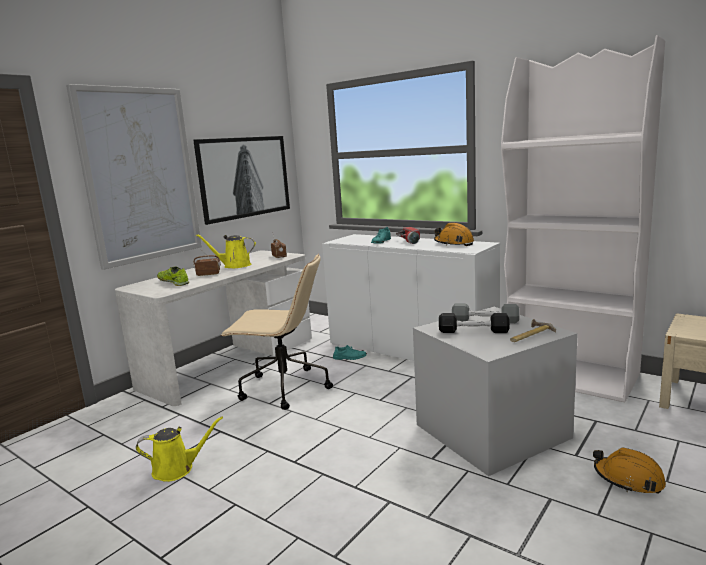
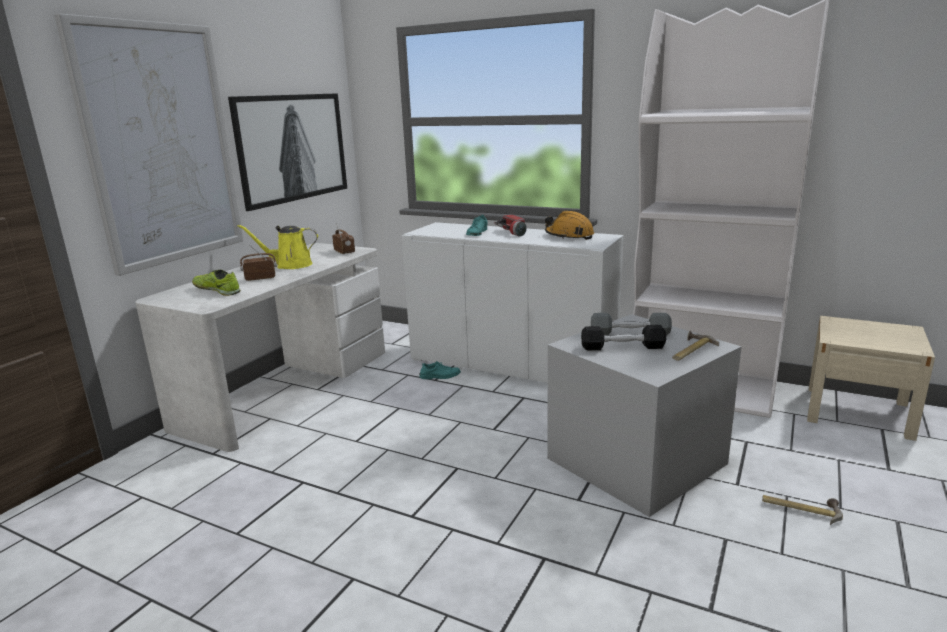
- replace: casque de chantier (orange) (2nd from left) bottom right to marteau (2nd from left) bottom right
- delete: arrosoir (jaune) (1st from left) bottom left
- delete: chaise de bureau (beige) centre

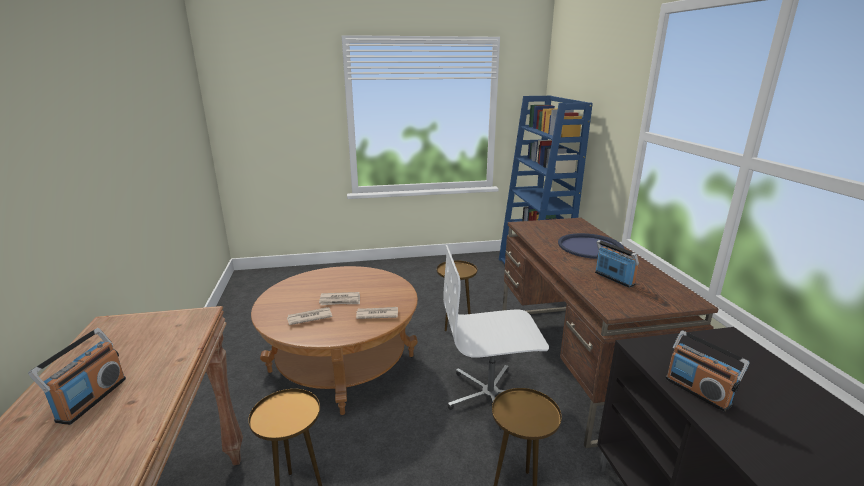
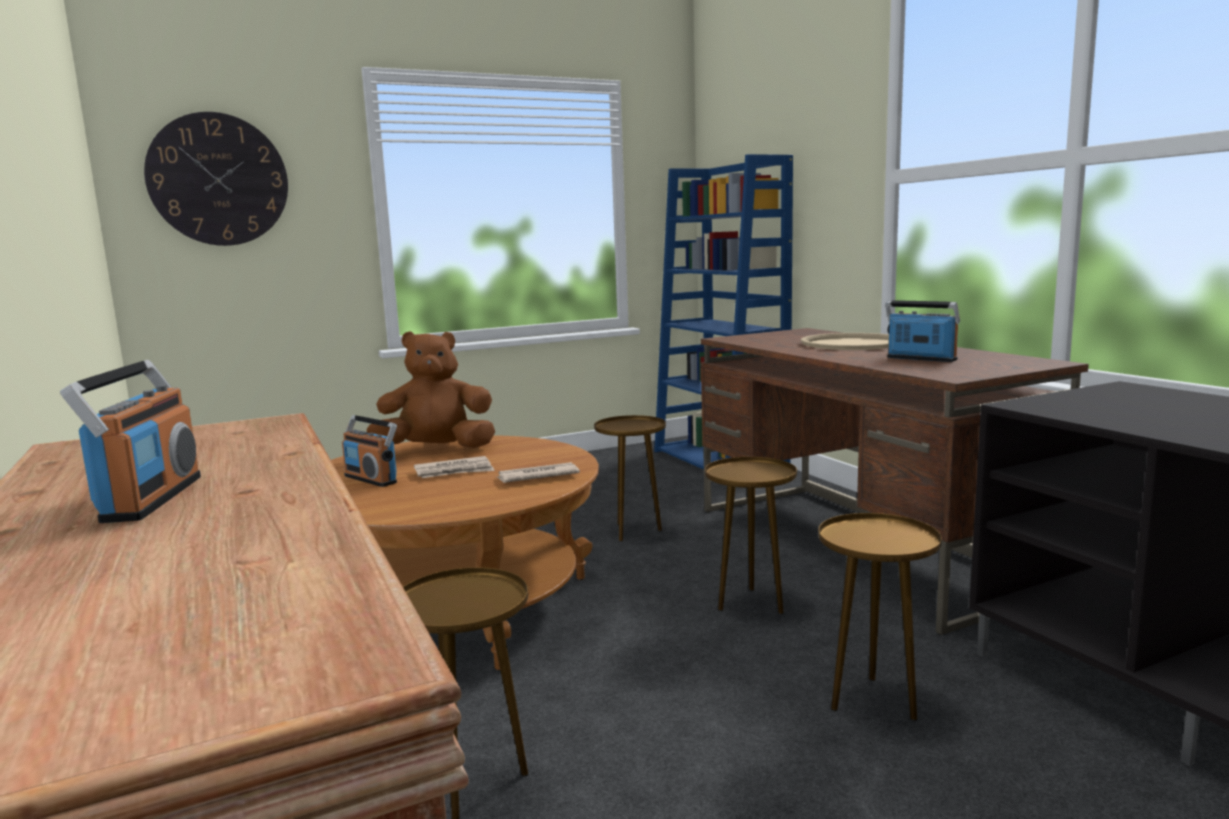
- insert: horloge murale top left
- move: radio (3rd from left in the first image) bottom right to radio (2nd from left) middle left
- insert: peluche (marron) centre
- replace: chaise de bureau (blanc) bottom centre to table d'appoint (marron) (3rd from left) centre
- recolor: plateau (bleu) middle right to plateau (beige) middle right
- delete: journal (1st from left) centre

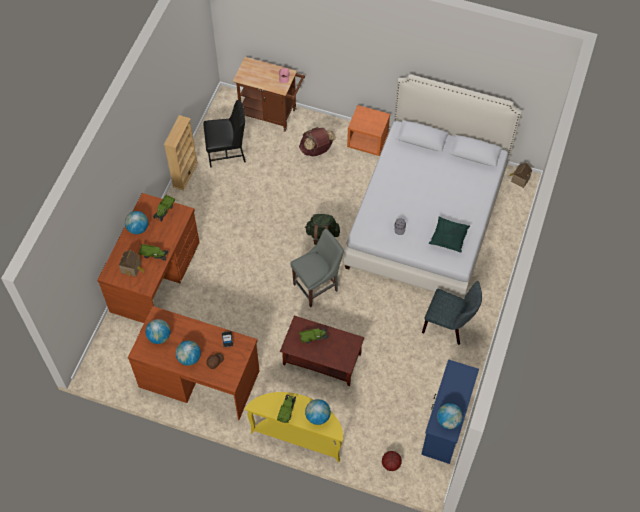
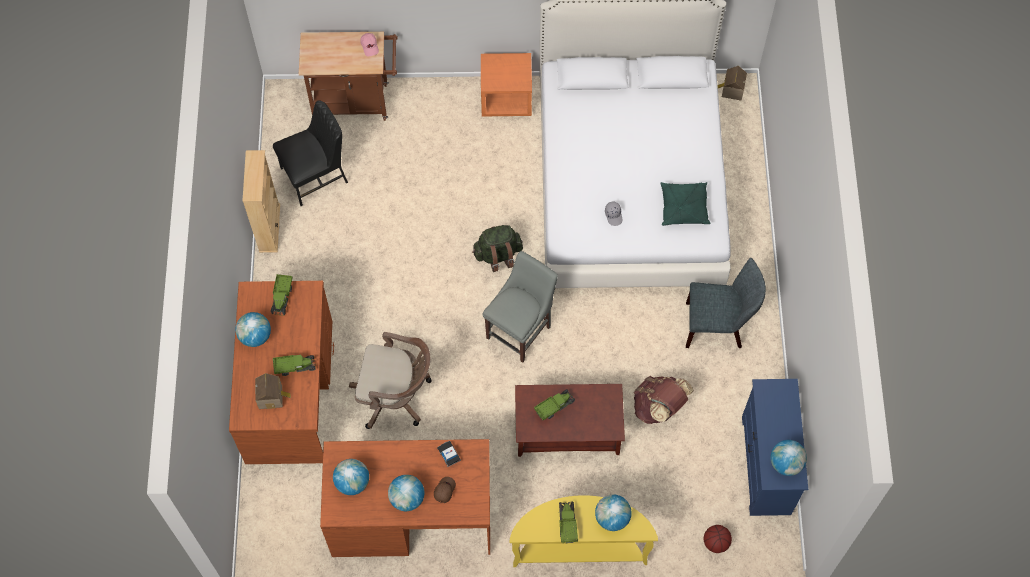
- insert: chaise de bureau (marron) centre
- move: sac à dos (marron) top centre to bottom centre

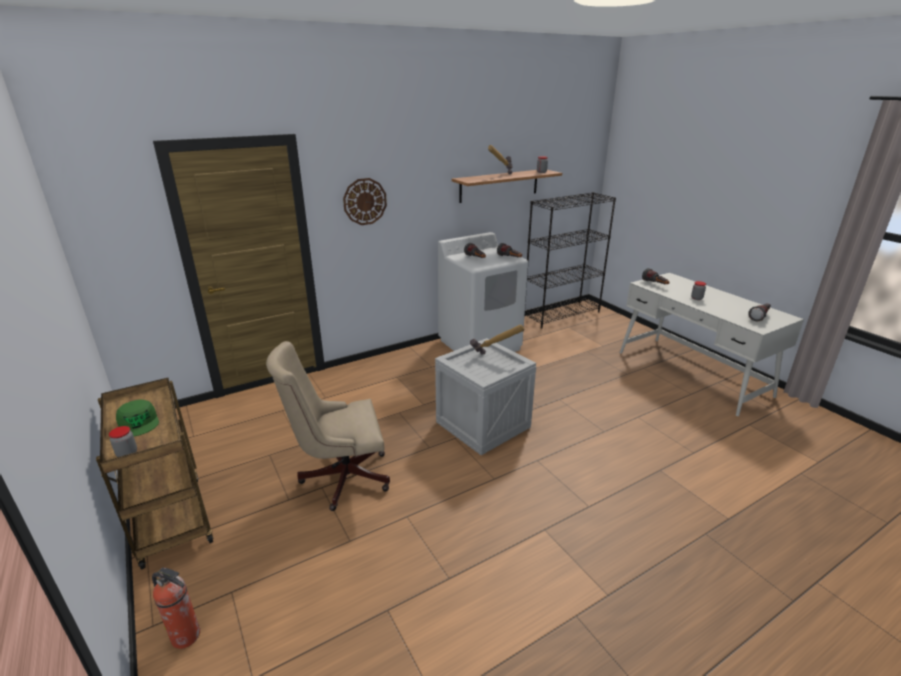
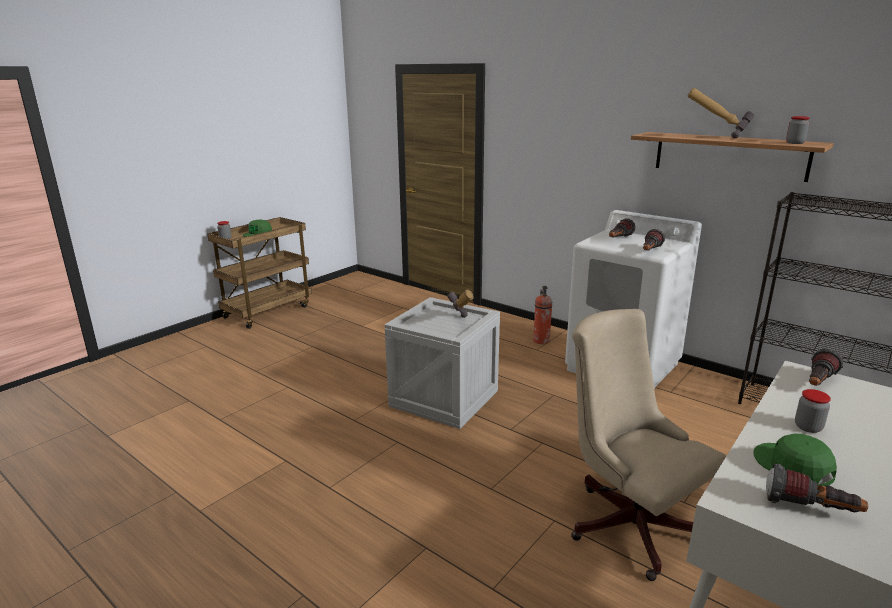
- move: extincteur bottom left to centre
- move: chaise de bureau (beige) centre to bottom right
- insert: casquette (vert) (2nd from left) bottom right
- delete: horloge murale top centre

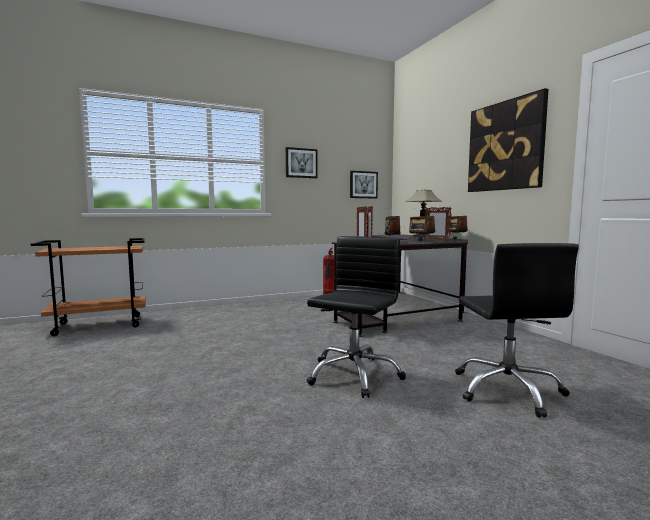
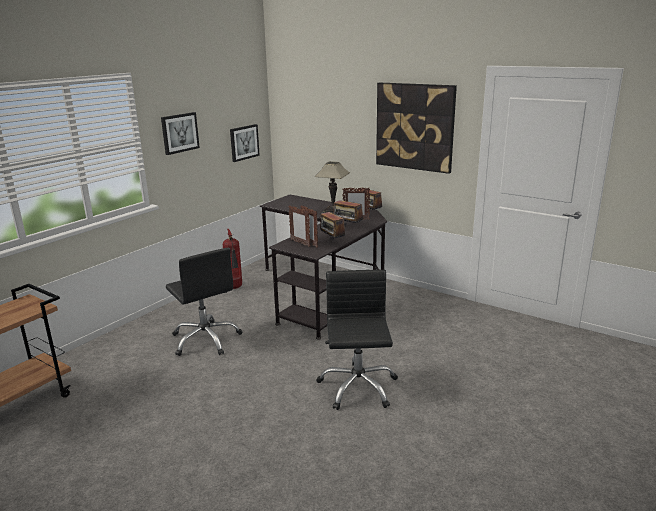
- move: chaise de bureau (noir) (2nd from left in the first image) middle right to chaise de bureau (noir) (1st from left) middle left

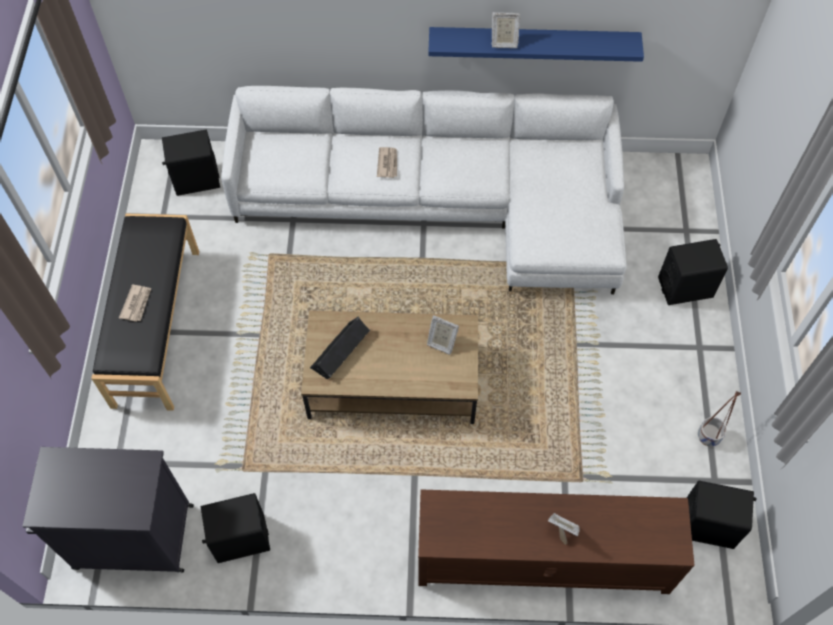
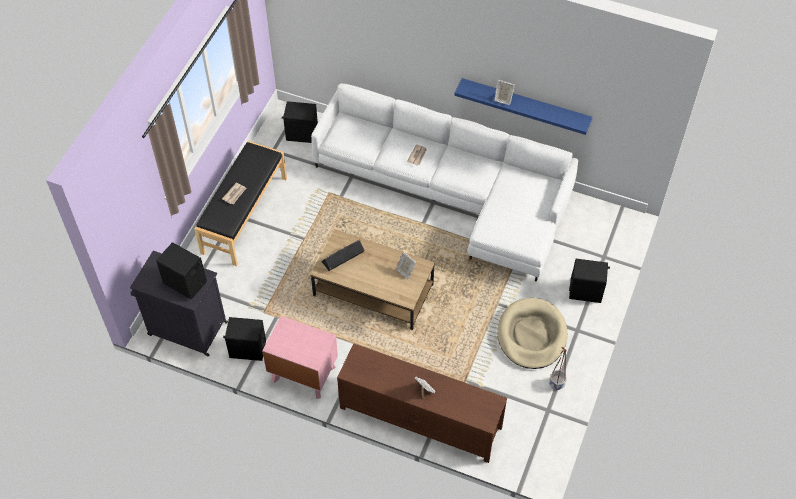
- move: enceinte (noir) (5th from left in the first image) bottom right to enceinte (noir) (1st from left) middle left
- insert: table de chevet (rose) bottom centre
- insert: panier pour chien (beige) bottom right

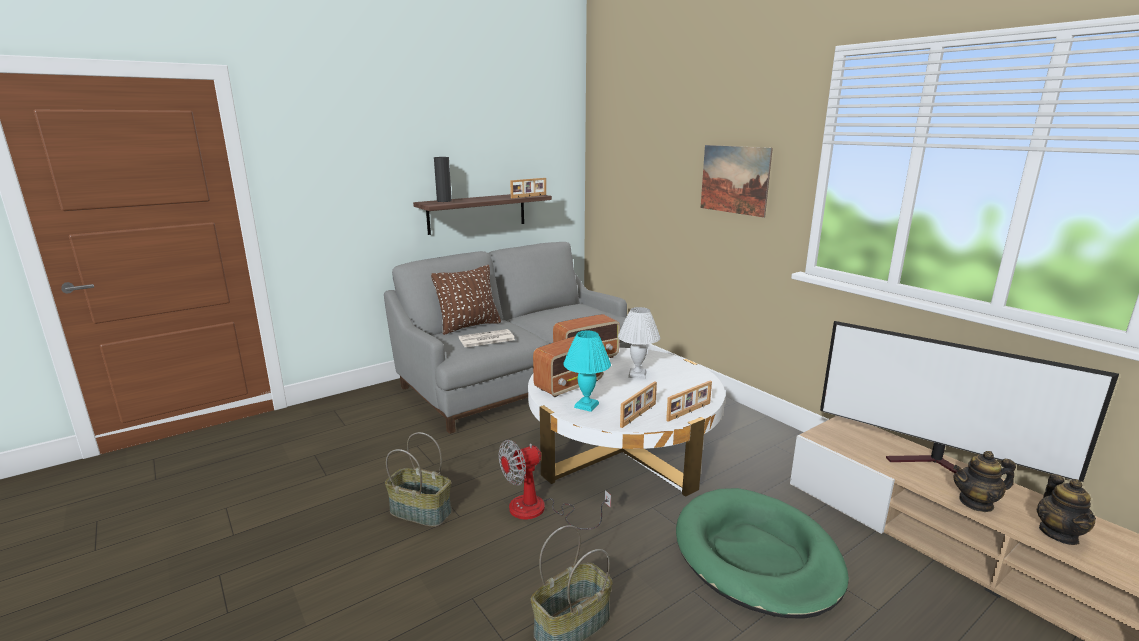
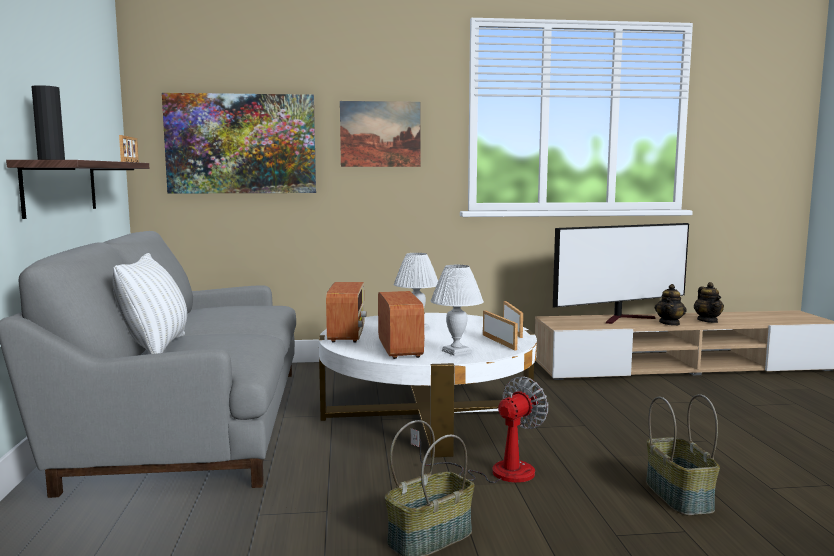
- recolor: coussin (marron) centre to coussin (blanc) middle left
- insert: tableau (1st from left) top left
- rotate: ventilateur bottom centre = bottom centre 135 degrees counterclockwise
- recolor: lampe de table (turquoise) centre to lampe de table (blanc) (2nd from left) centre
- rotate: théière (2nd from left) bottom right = middle right 45 degrees clockwise
- delete: journal centre
- delete: panier pour chien (vert) bottom right

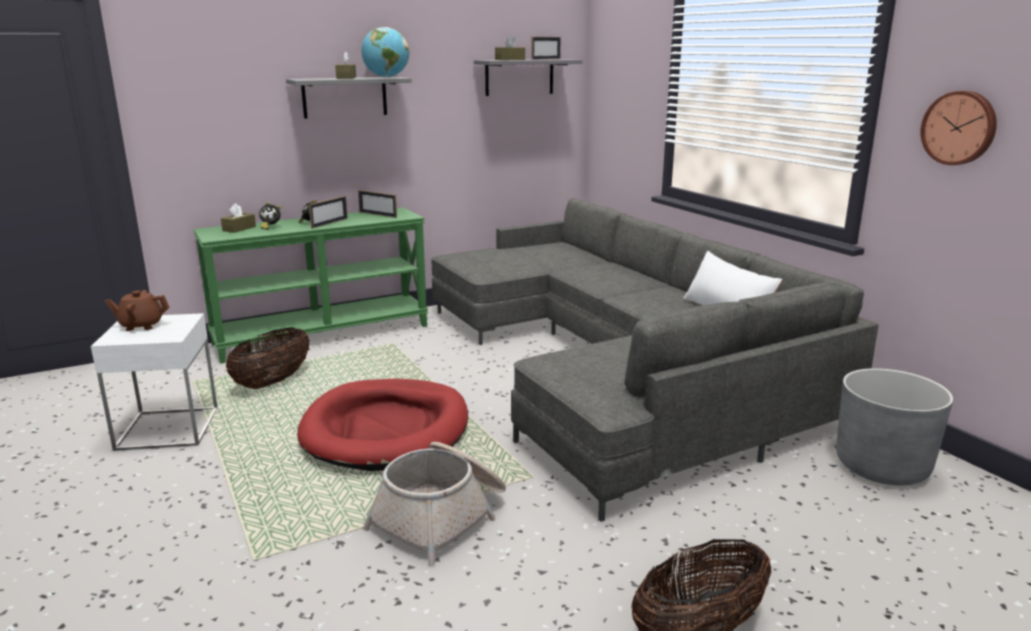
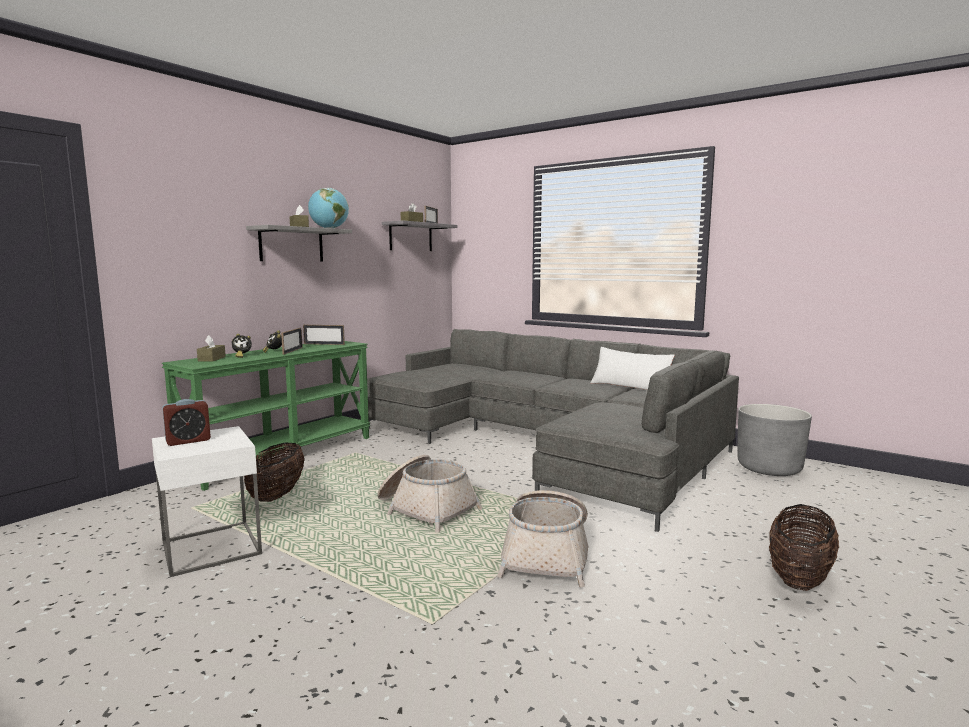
- replace: théière (marron) middle left to réveil (1st from left) middle left
- replace: panier pour chien (rouge) bottom centre to panier (2nd from left) bottom centre
- delete: horloge murale top right

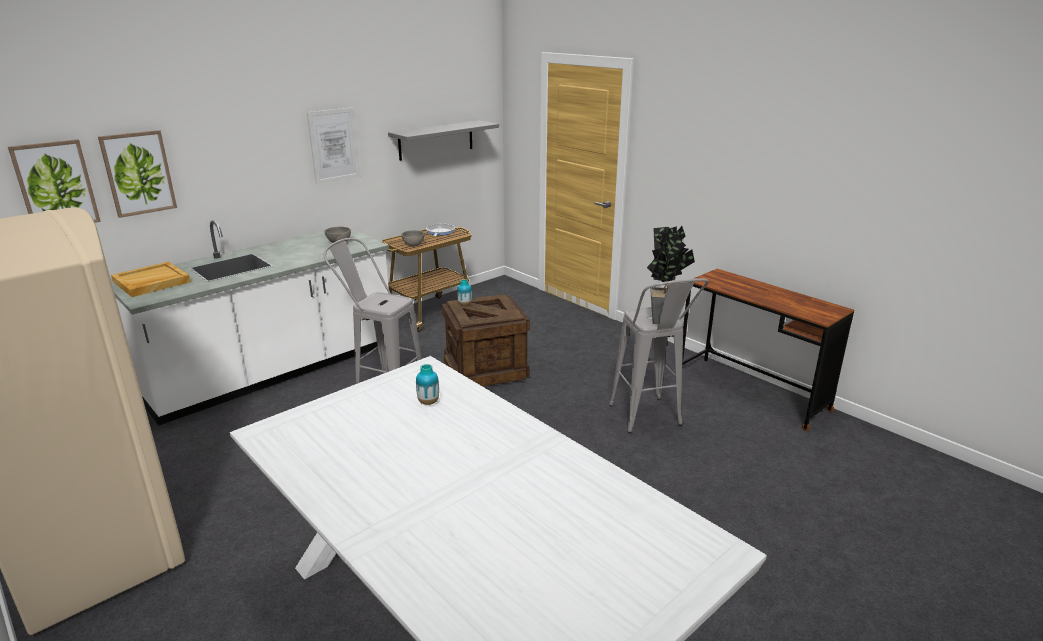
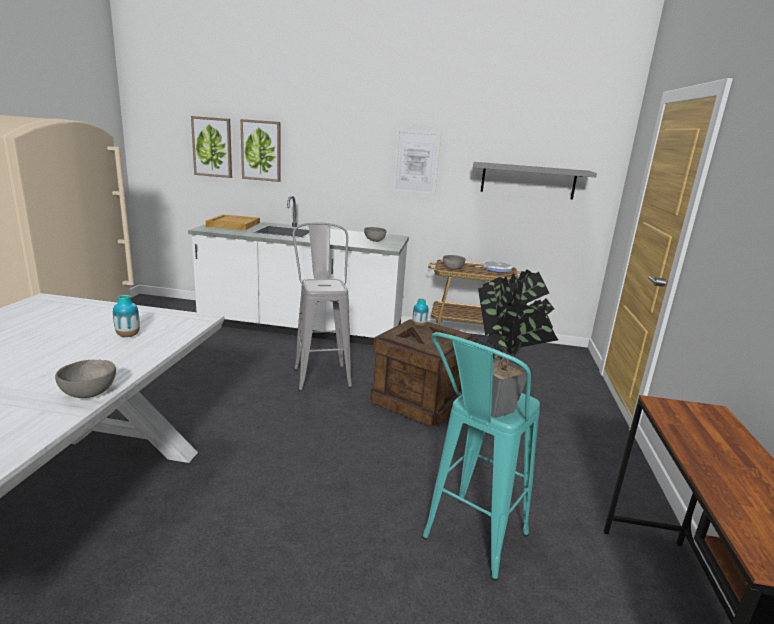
- insert: bol (gris) (1st from left) middle left
- recolor: tabouret (gris) (2nd from left) centre to tabouret (turquoise) bottom centre

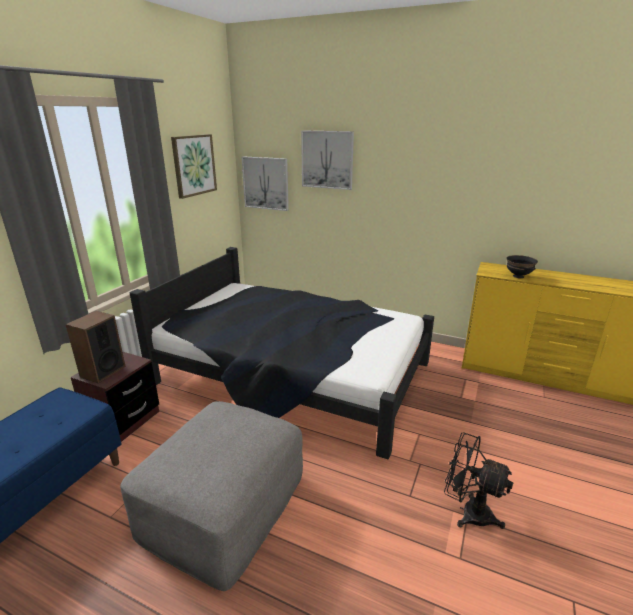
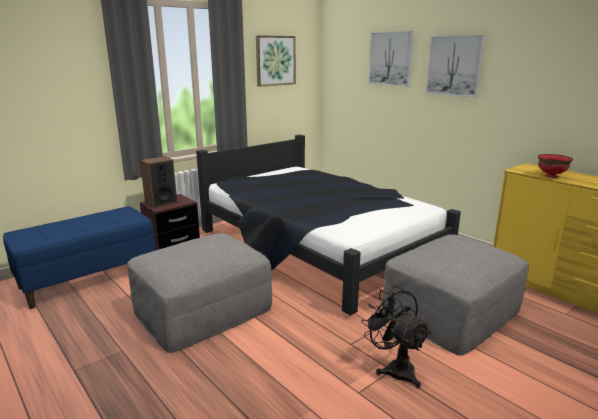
- insert: pouf (gris) (2nd from left) bottom right
- move: tableau (2nd from left in the first image) top centre to tableau (3rd from left) top right
- recolor: bol (noir) middle right to bol (rouge) middle right

